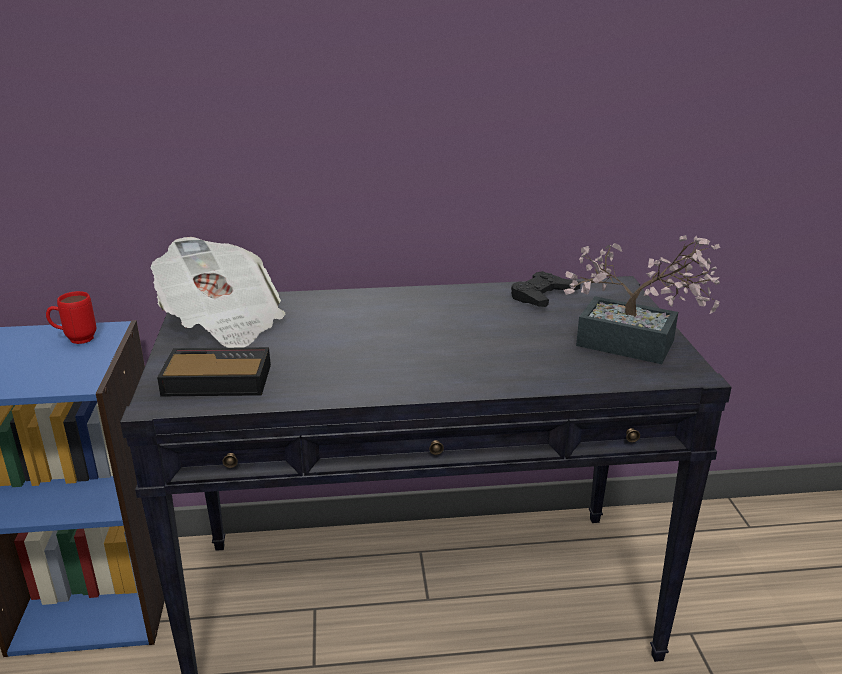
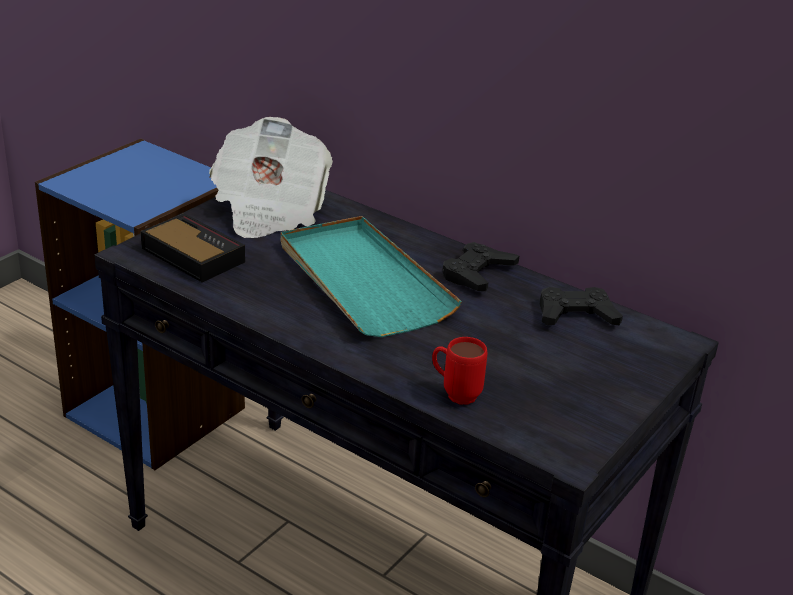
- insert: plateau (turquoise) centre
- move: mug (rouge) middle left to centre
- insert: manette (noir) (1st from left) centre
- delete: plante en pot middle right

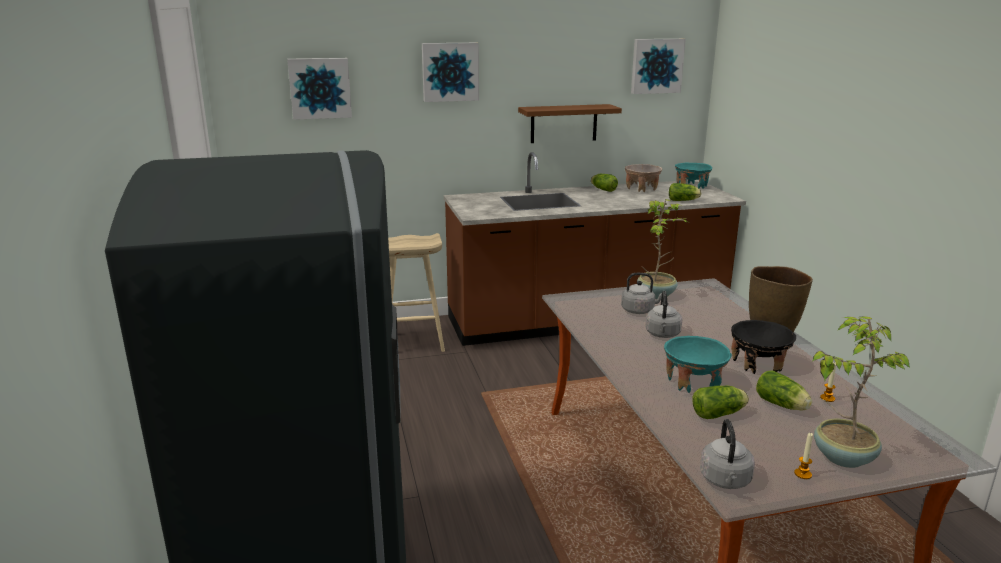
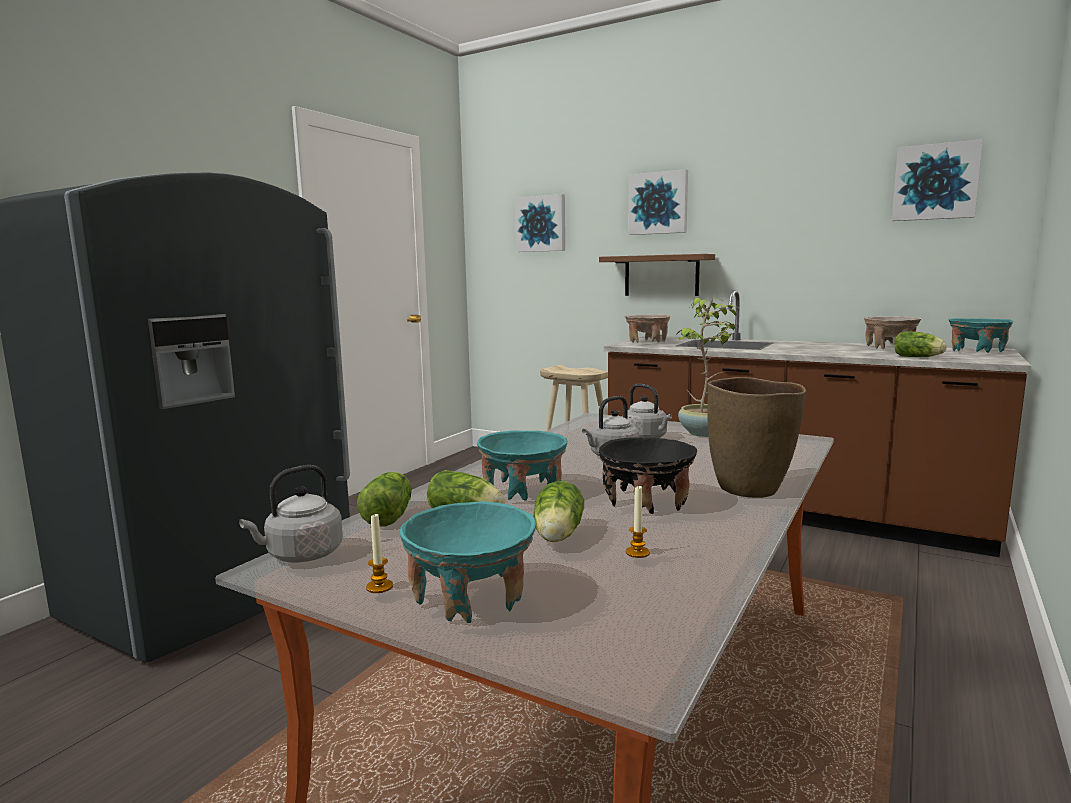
- move: laitue (1st from left) top centre to centre
- replace: plante en pot (2nd from left) bottom right to bol (turquoise) (1st from left) bottom centre
- move: étagère (marron) top centre to centre
- insert: bol (beige) (1st from left) centre

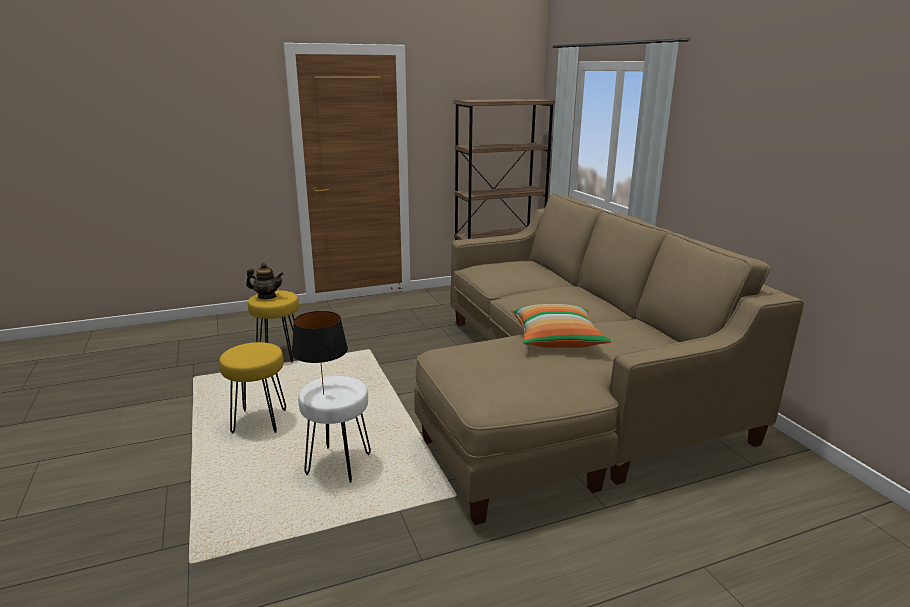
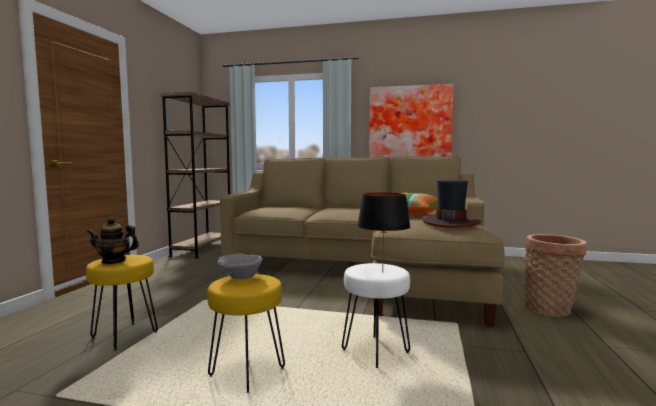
- rotate: théière middle left = middle left 135 degrees counterclockwise
- insert: bol (gris) centre
- insert: tableau top centre
- insert: chapeau middle right
- insert: panier bottom right

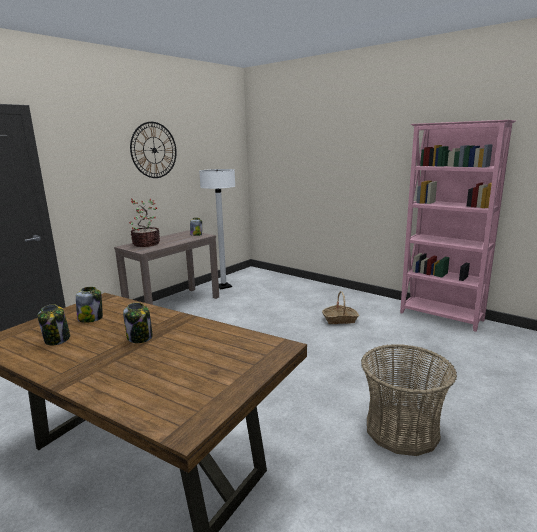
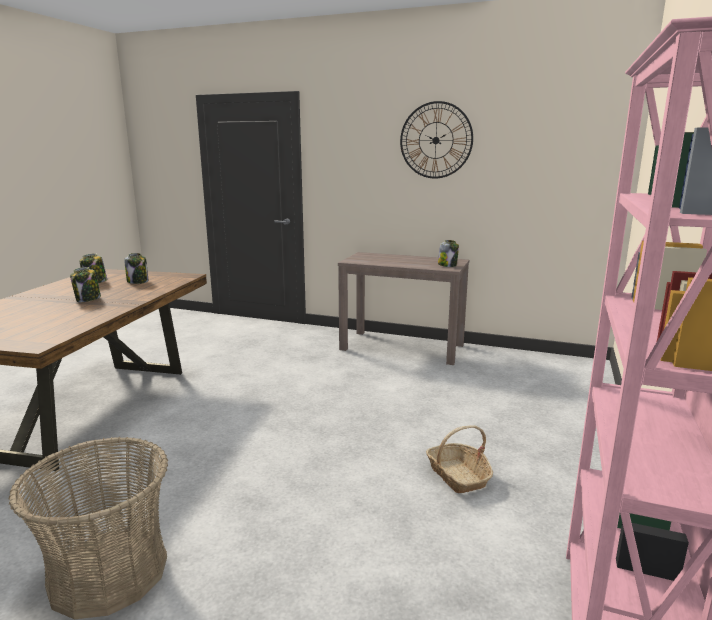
- delete: plante en pot middle left
- delete: lampadaire (blanc) centre

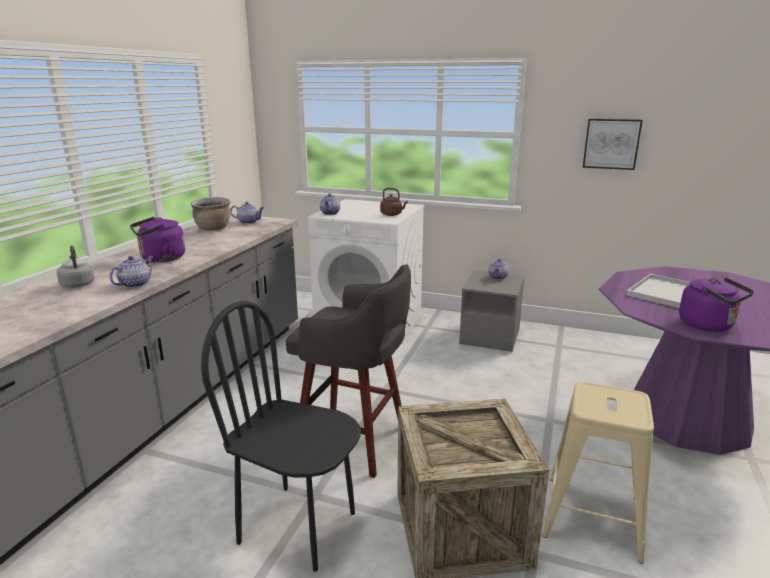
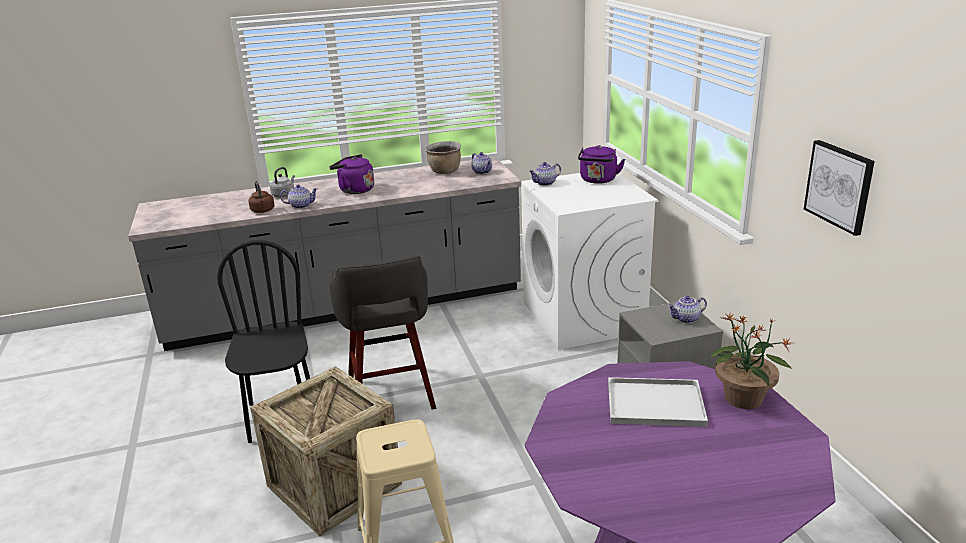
- move: bouilloire (marron) centre to middle left
- move: bouilloire (violet) (2nd from left) middle right to top centre
- insert: plante en pot middle right

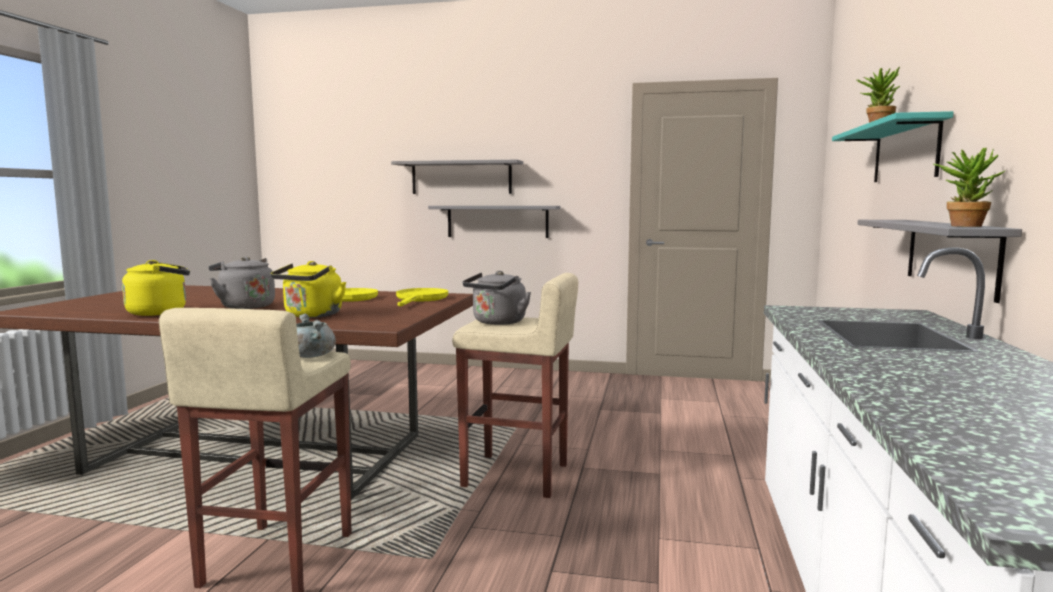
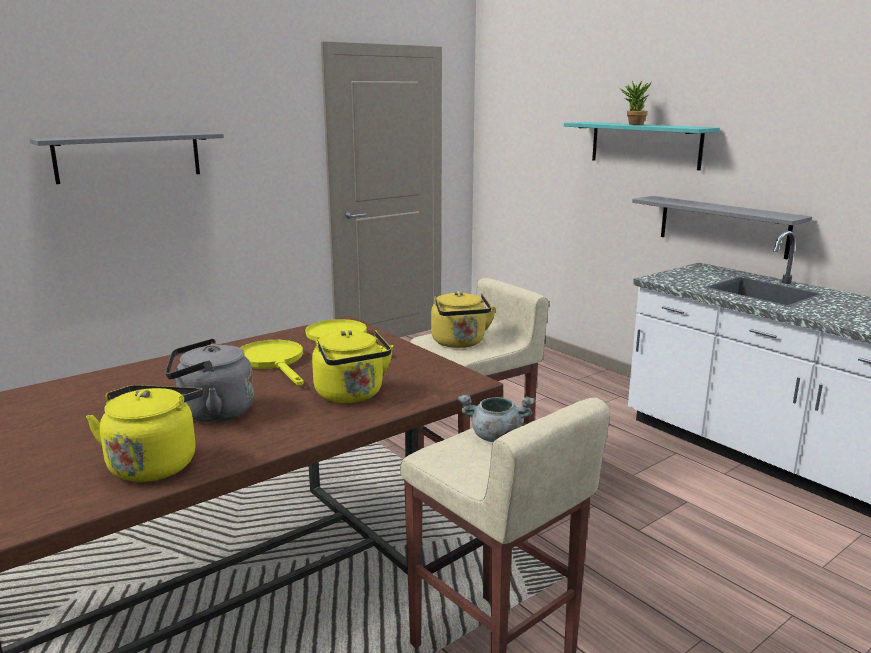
- recolor: bouilloire (gris) (2nd from left) centre to bouilloire (jaune) (3rd from left) centre
- delete: étagère (gris) (2nd from left) centre
- delete: plante en pot (2nd from left) top right

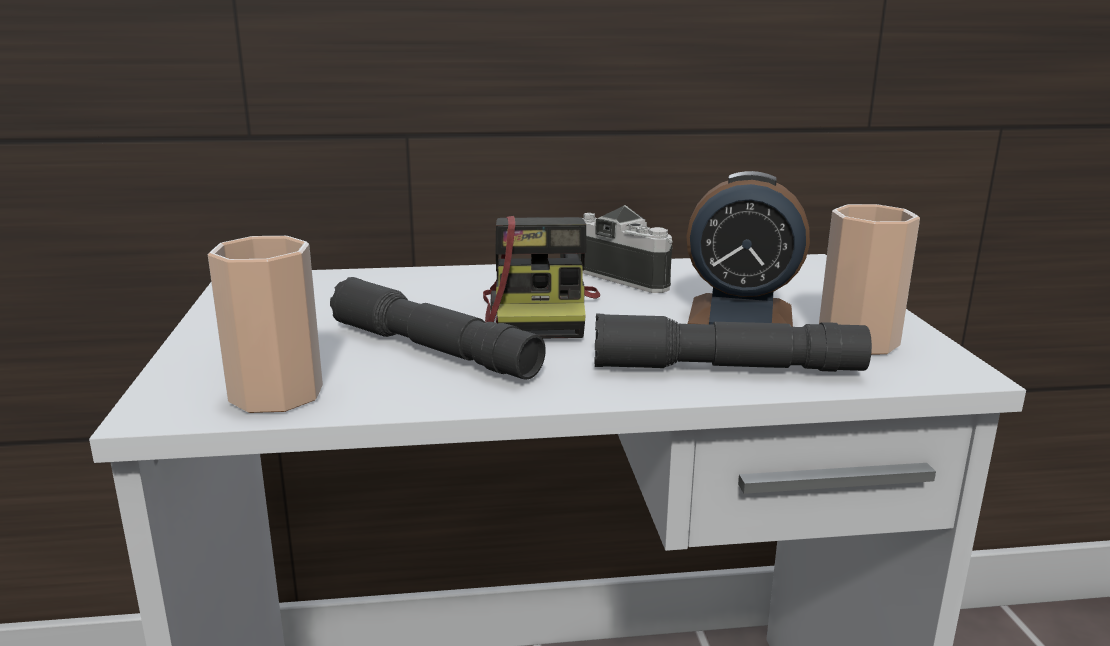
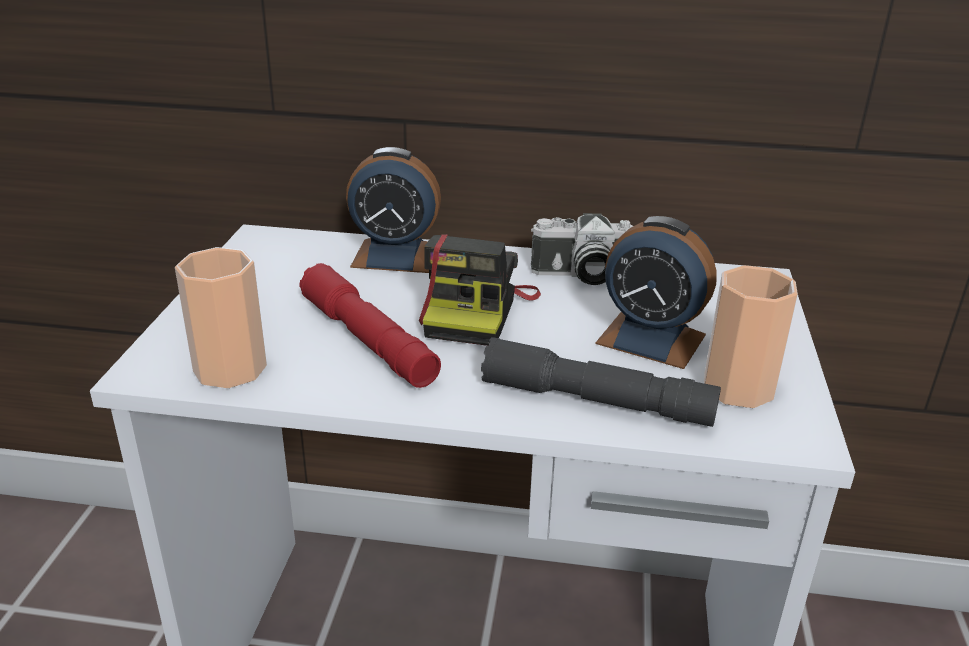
- recolor: lampe de poche (gris) (1st from left) centre to lampe de poche (rouge) centre
- insert: réveil (1st from left) top centre
- rotate: appareil photo (2nd from left) centre = centre 120 degrees clockwise

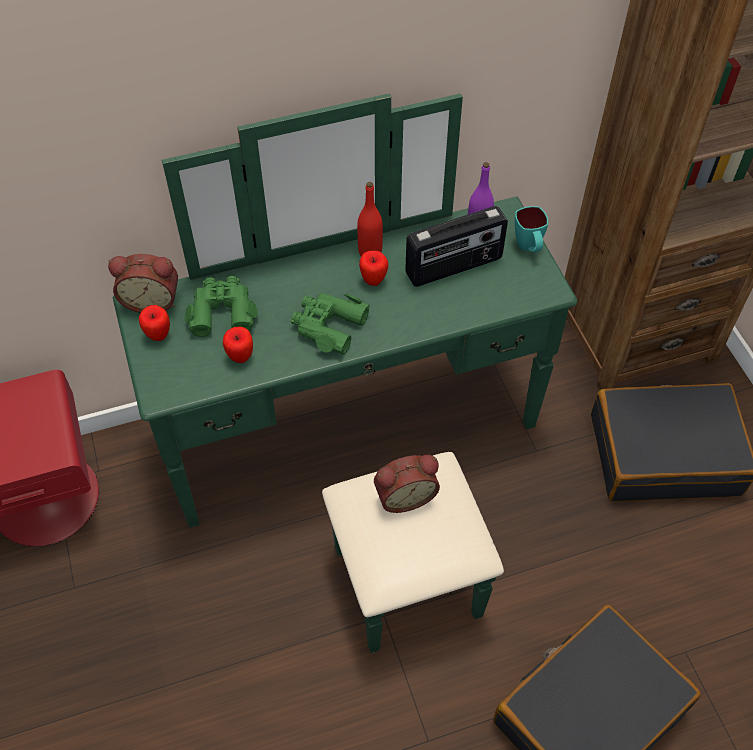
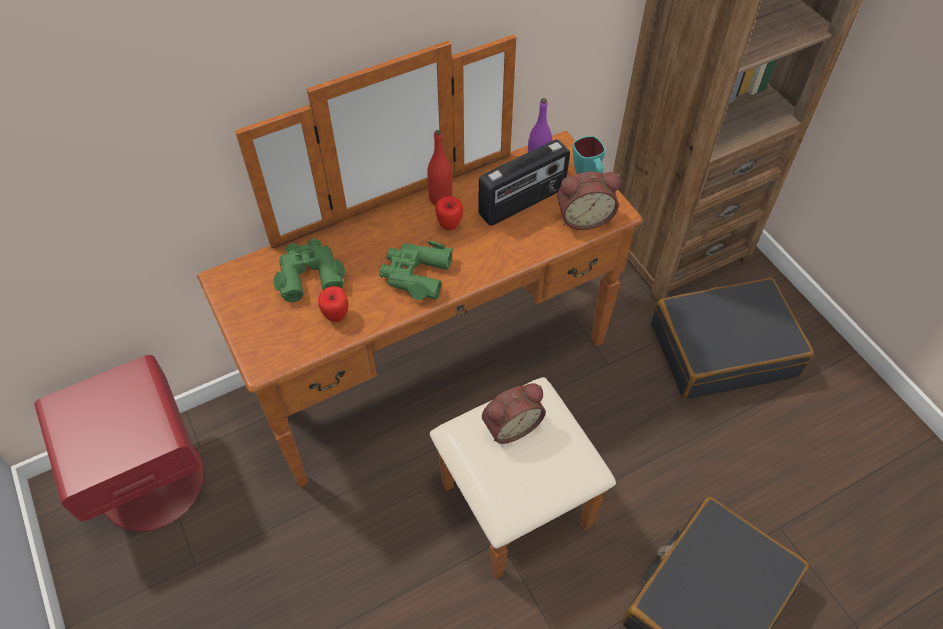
- recolor: commode (vert) centre to commode (marron) centre
- move: réveil (1st from left in the first image) middle left to réveil (2nd from left) top centre
- delete: pomme (1st from left) middle left

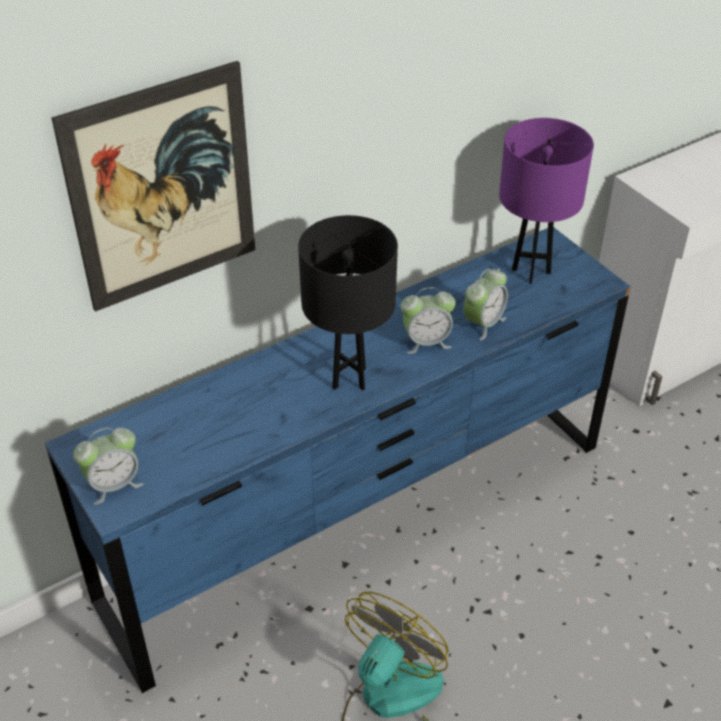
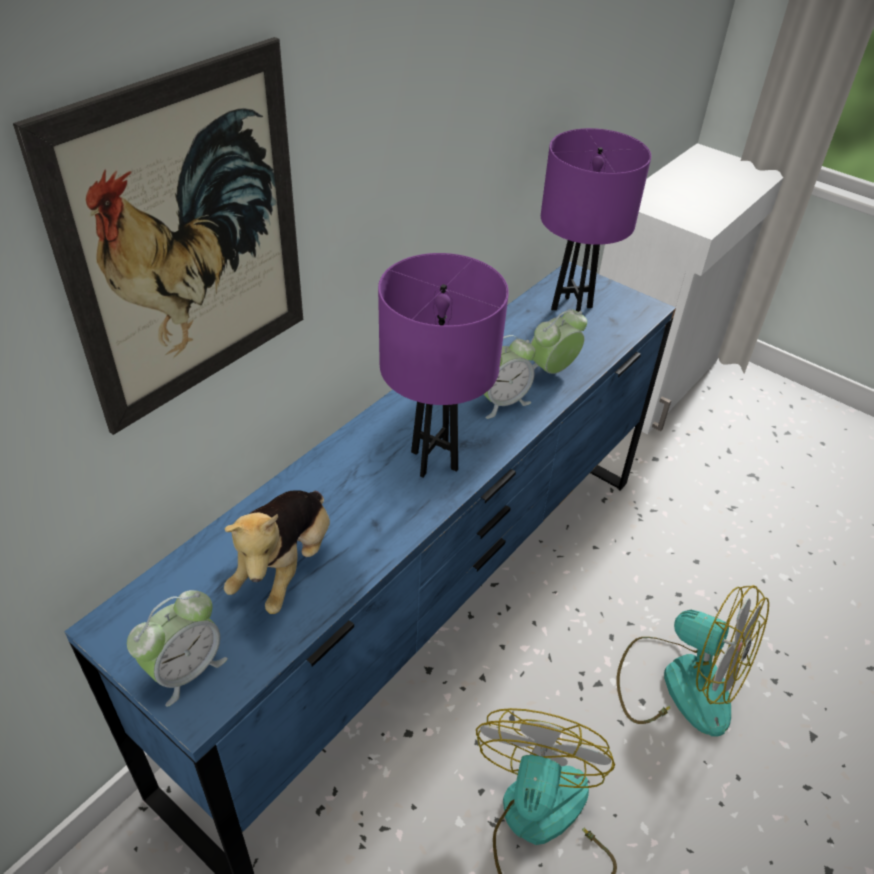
- insert: peluche middle left
- recolor: lampe de table (noir) centre to lampe de table (violet) (1st from left) centre
- rotate: réveil (3rd from left) middle right = centre 150 degrees counterclockwise
- insert: ventilateur (2nd from left) bottom right

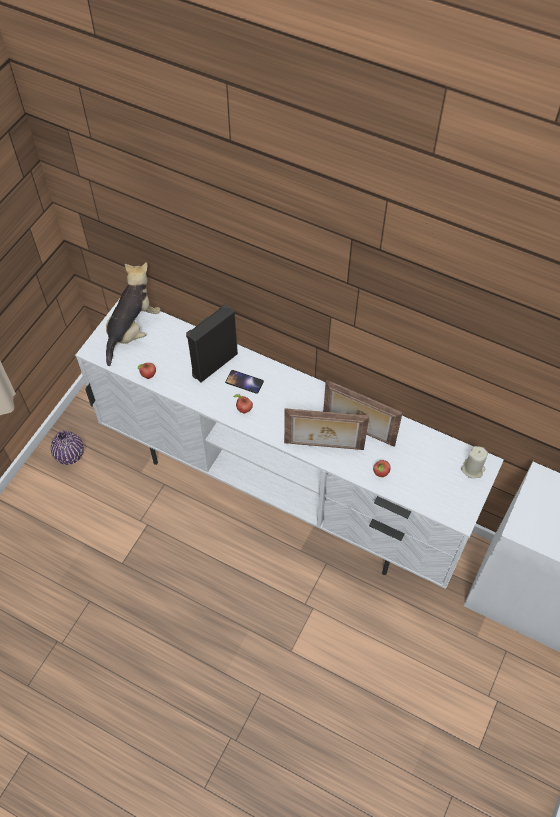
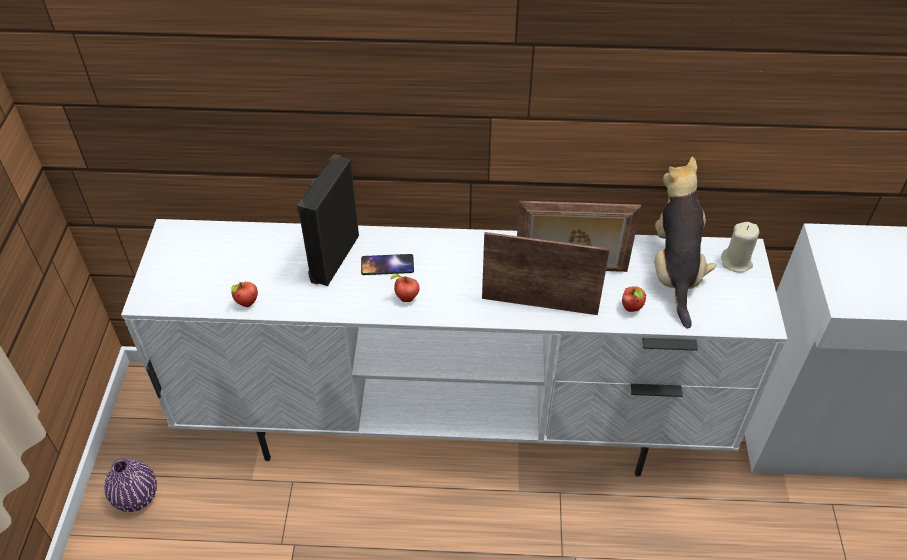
- rotate: cadre photo (1st from left) centre = centre 150 degrees counterclockwise
- move: peluche middle left to middle right

